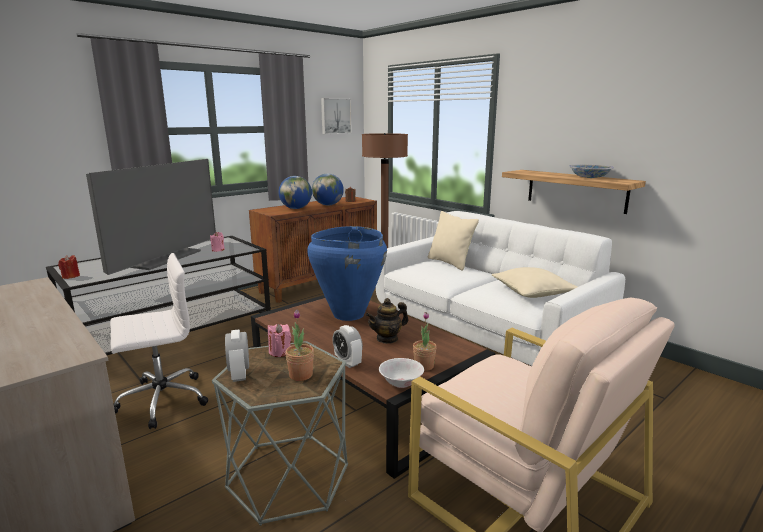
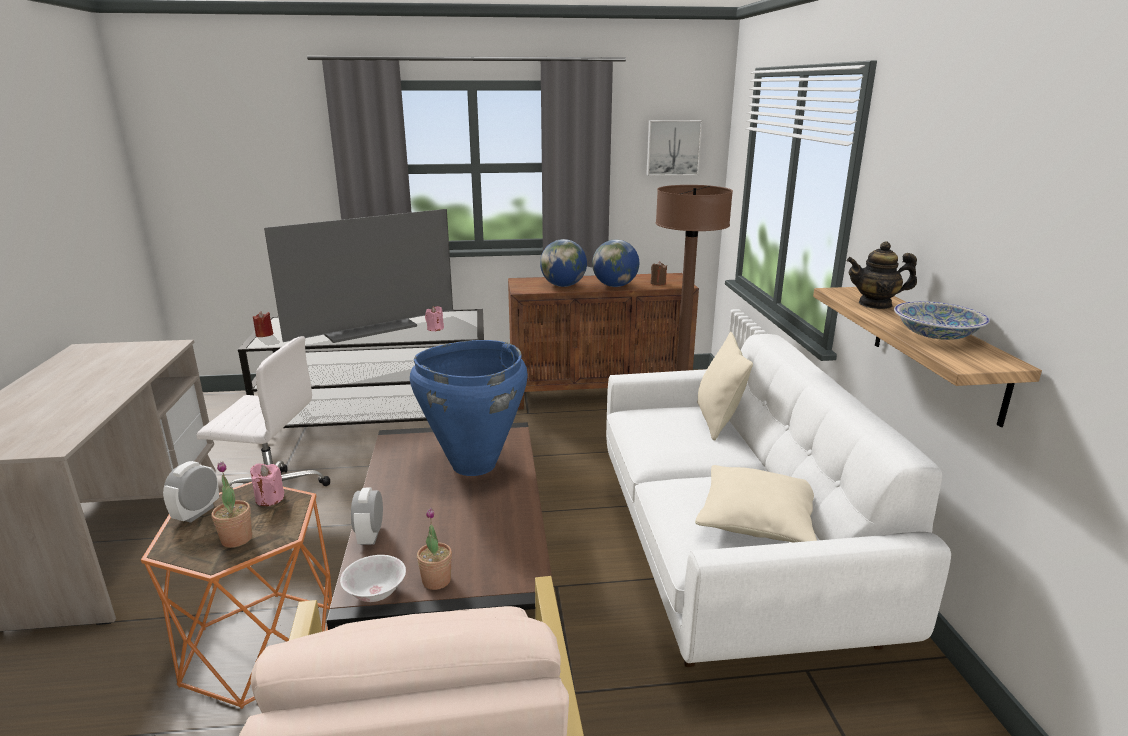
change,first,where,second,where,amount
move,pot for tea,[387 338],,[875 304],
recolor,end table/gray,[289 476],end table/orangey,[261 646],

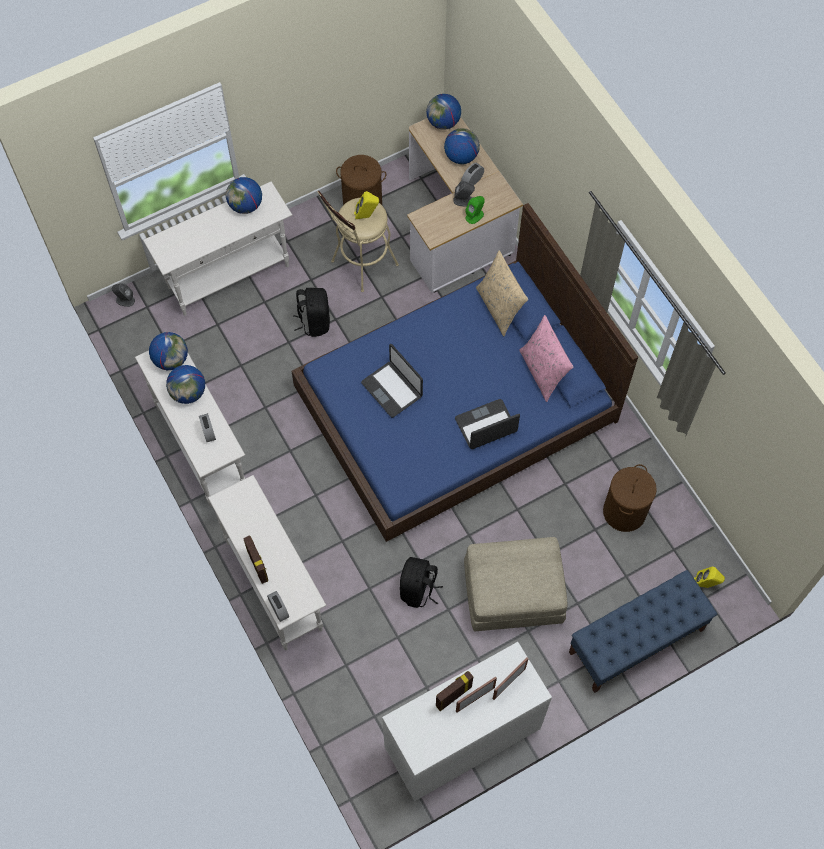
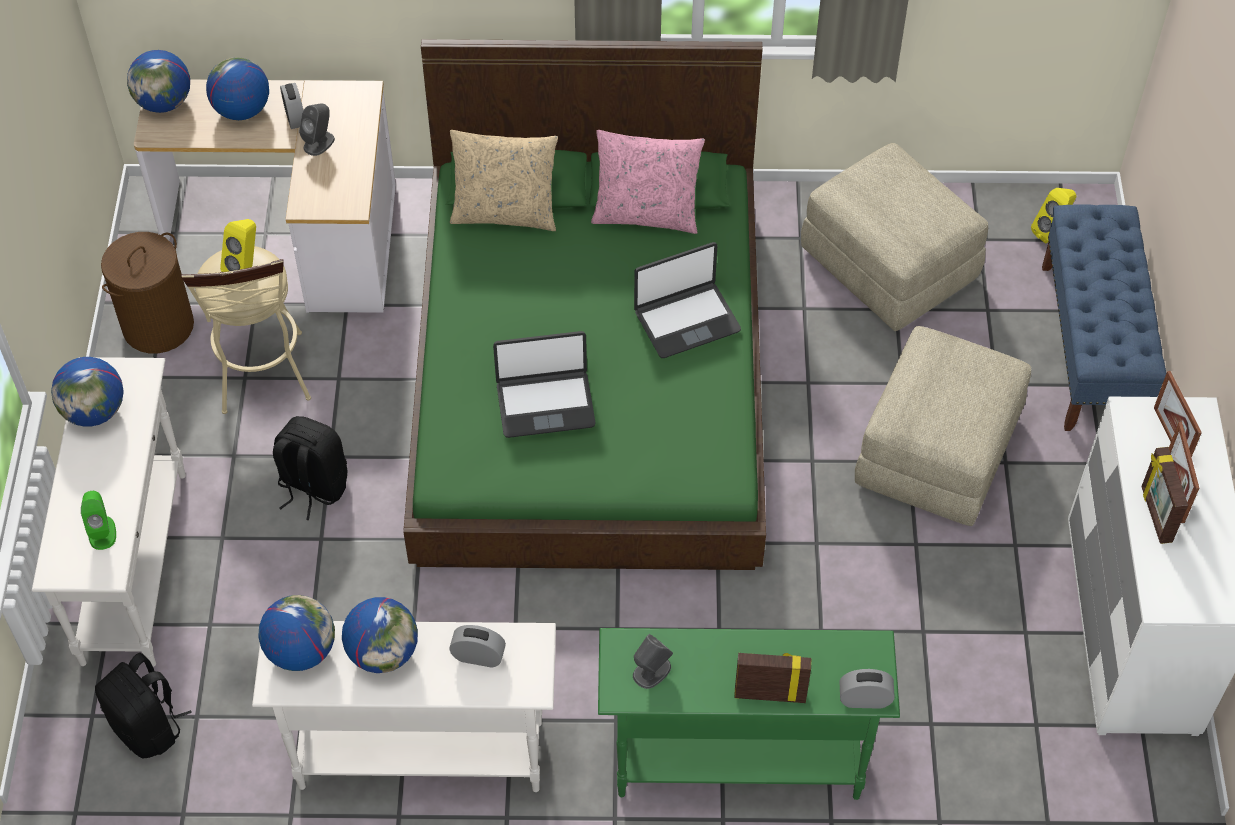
change,first,where,second,where,amount
move,speaker/gray,[125 300],,[651 671],
move,backpack/black-coloured,[418 590],,[148 728],
move,speaker/greenish,[474 216],,[102 532],
replace,washing basket/brown-coloured,[624 512],pouffe/sand-coloured,[890 264],
recolor,console table/white,[274 585],console table/greenish,[737 761],
recolor,bed/bluish,[456 405],bed/greenish,[590 374],
rotate,laptop,[486 425],,[686 320],120 degrees counterclockwise

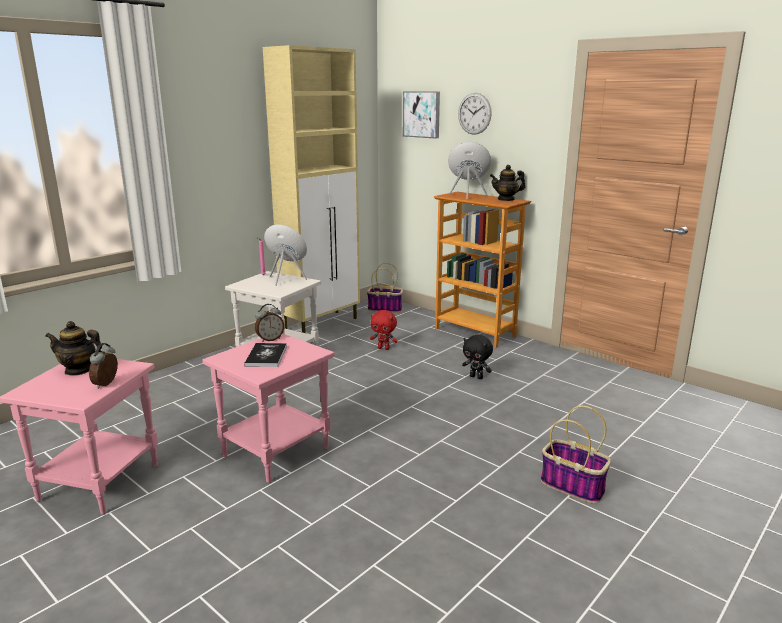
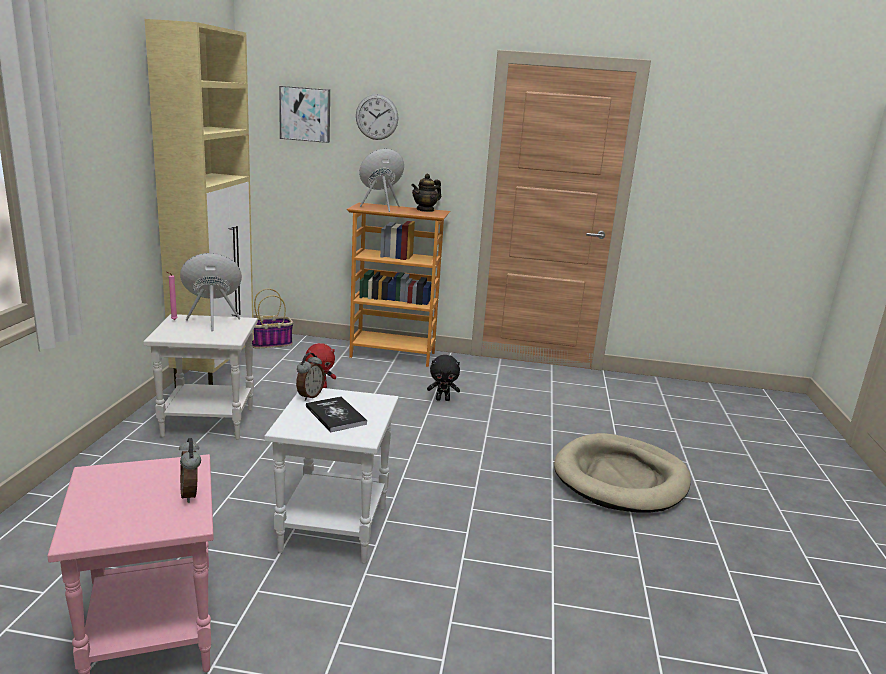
change,first,where,second,where,amount
delete,pot for tea,[79 370],,,
replace,household basket,[573 486],dog cushion/sand-coloured,[621 478],
recolor,end table/pink,[276 451],end table/white,[332 527],

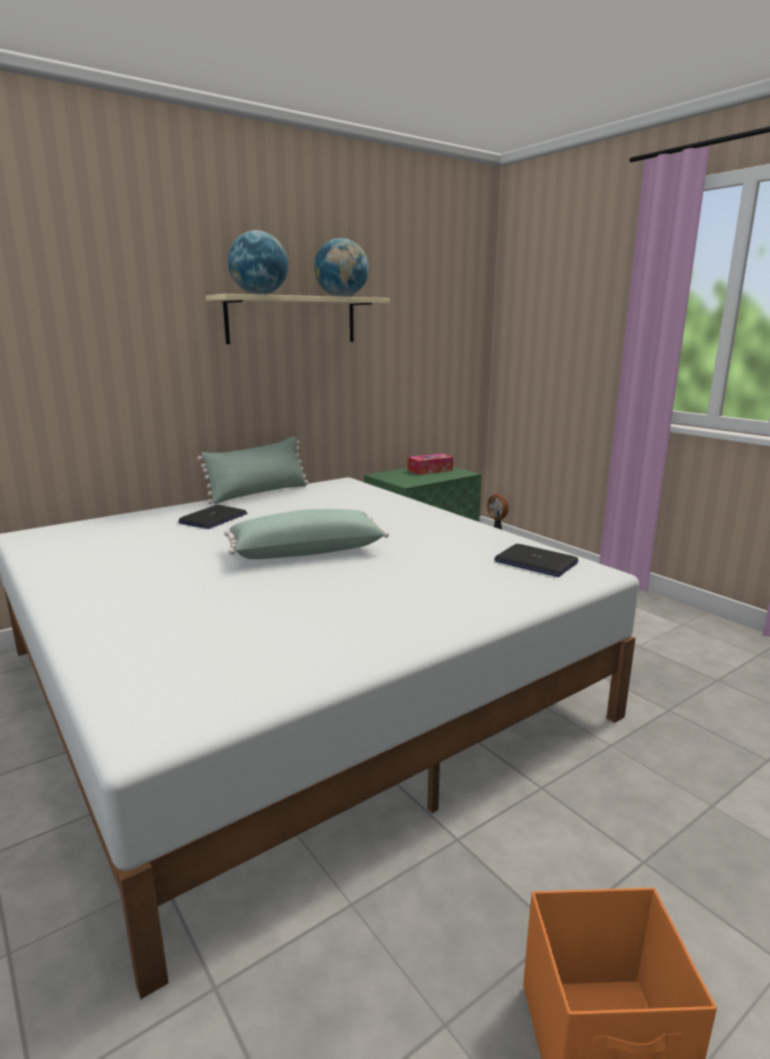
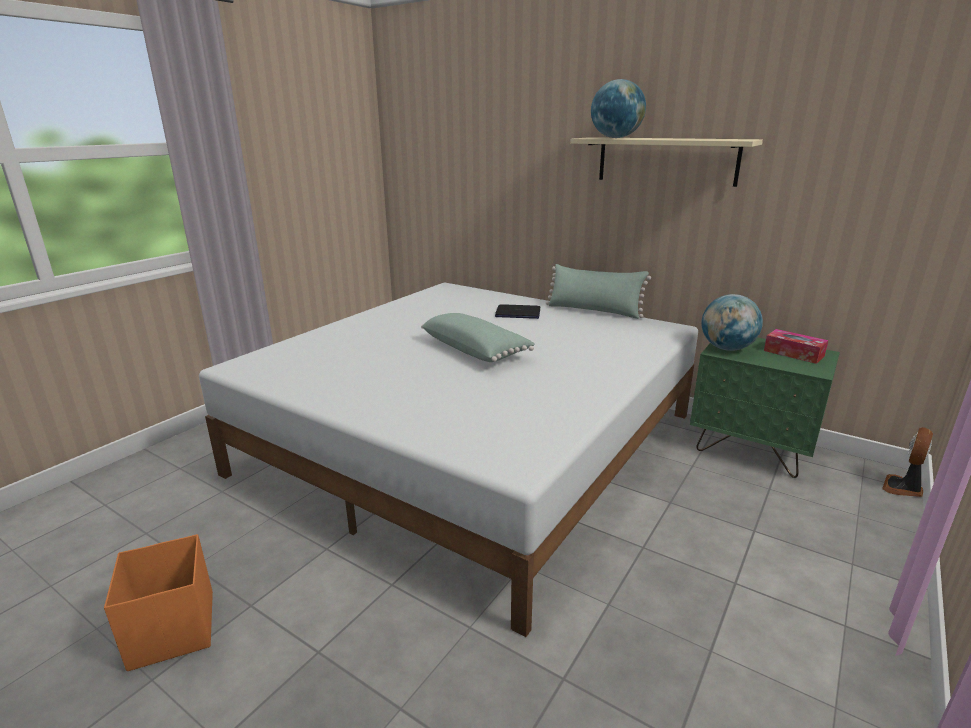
change,first,where,second,where,amount
delete,laptop,[535 562],,,
move,world globe,[341 297],,[726 348],

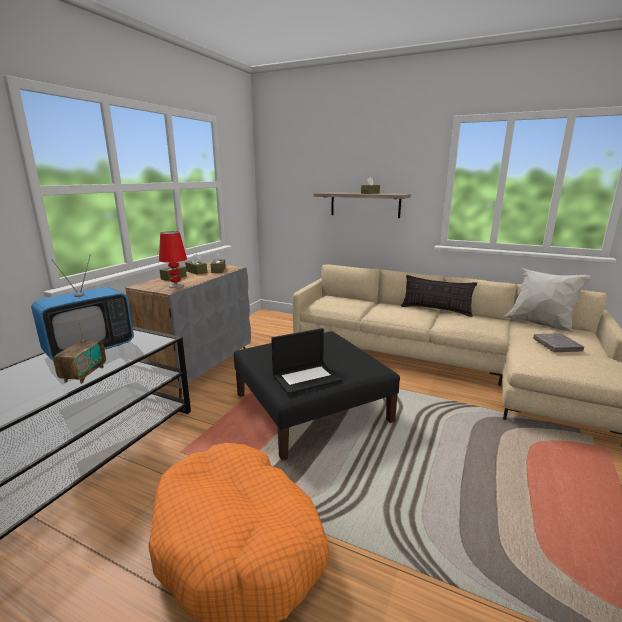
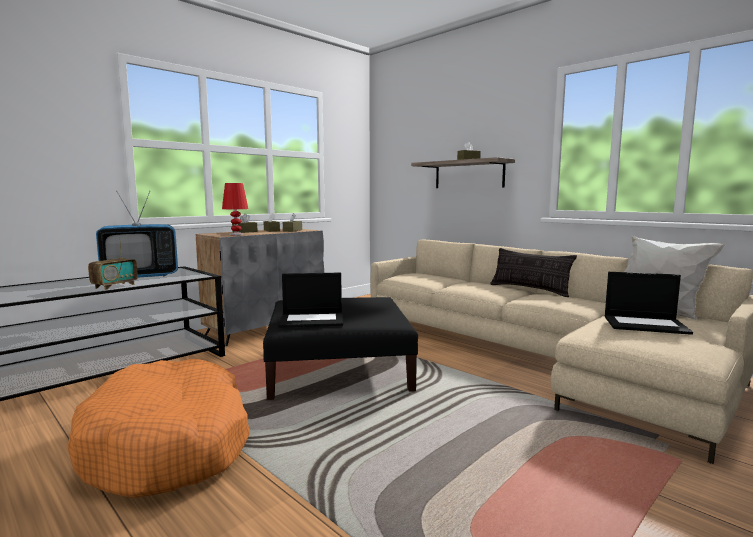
change,first,where,second,where,amount
replace,book/gray,[557 345],laptop,[646 324],

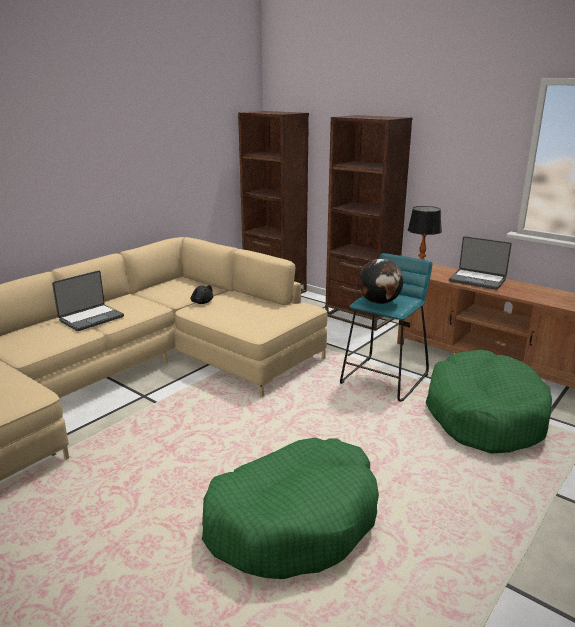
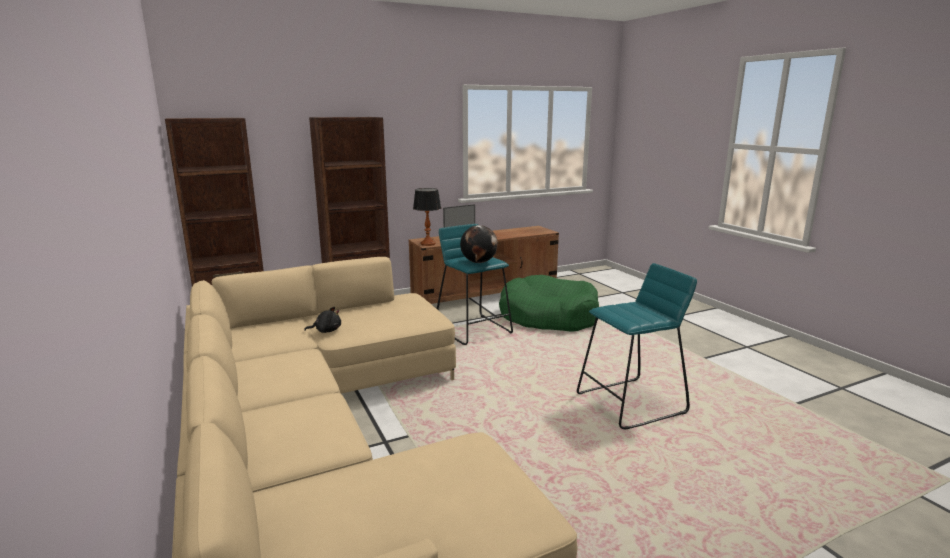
change,first,where,second,where,amount
delete,laptop,[91 318],,,
replace,dog cushion/greenish,[293 521],stool seat/turquoise,[631 403],

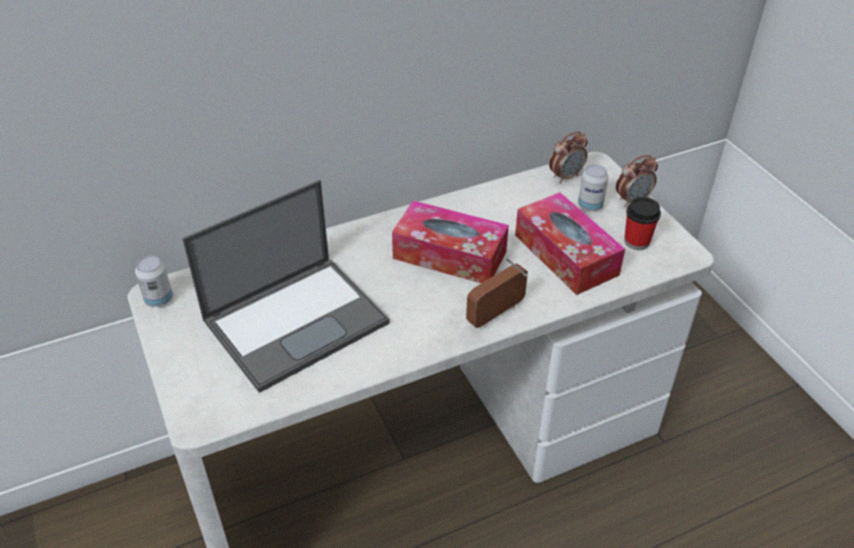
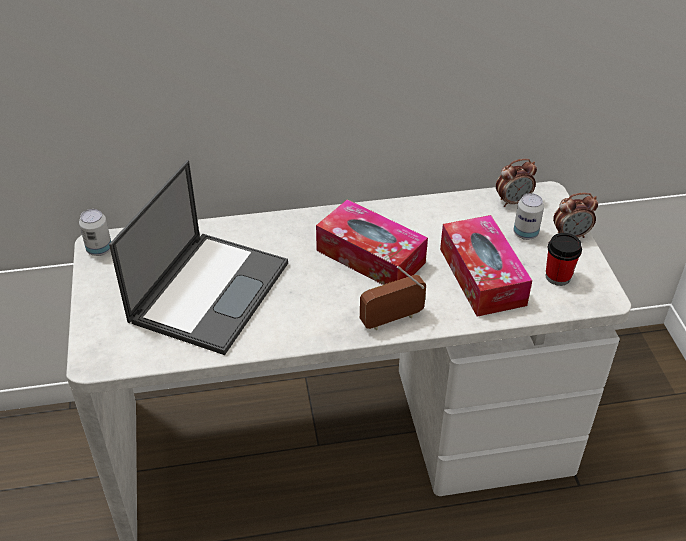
change,first,where,second,where,amount
rotate,laptop,[297 320],,[210 290],45 degrees counterclockwise

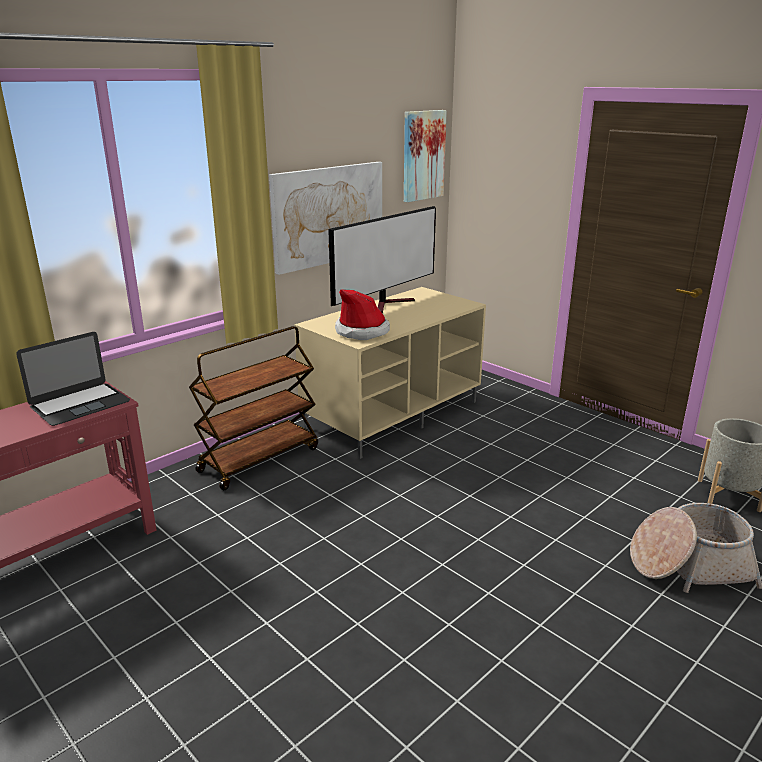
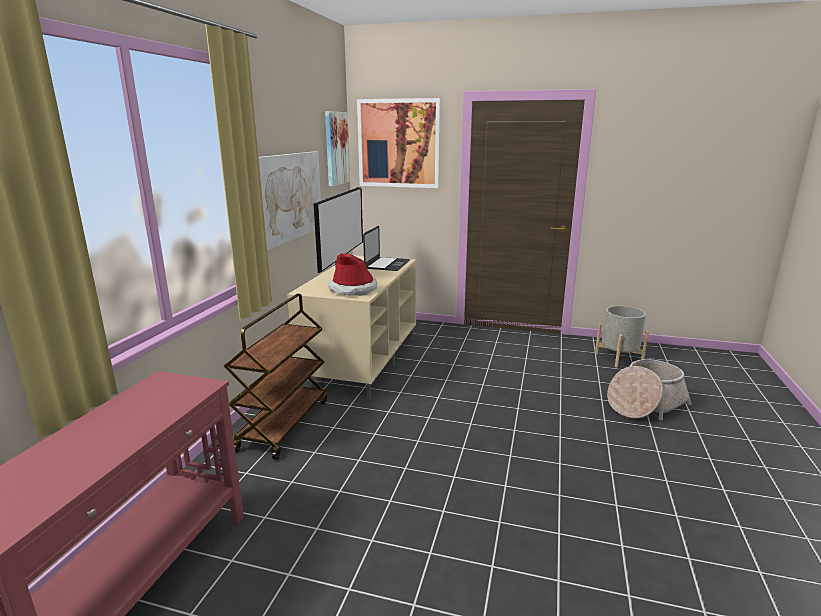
change,first,where,second,where,amount
insert,,,wall art,[399 143],
move,laptop,[80 404],,[387 264],

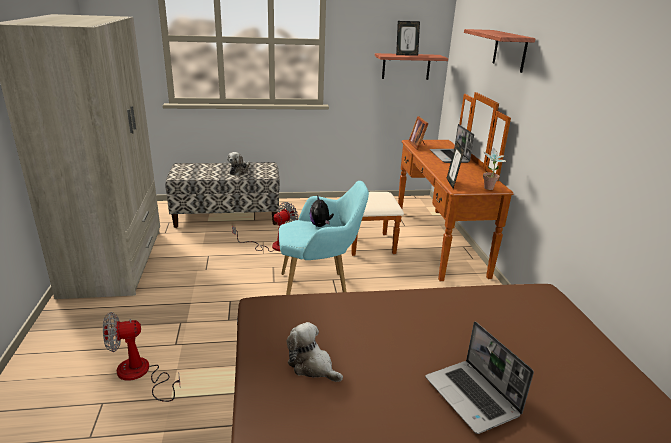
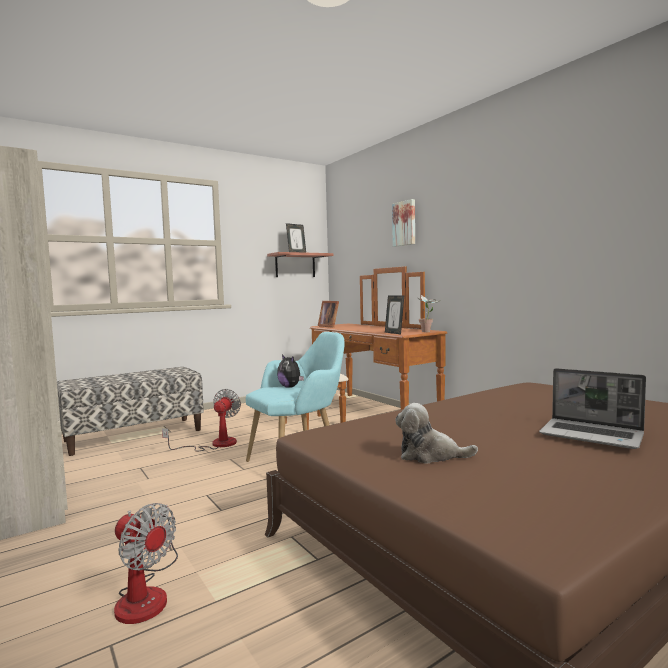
change,first,where,second,where,amount
delete,soft toy,[239 171],,,
delete,laptop,[449 157],,,
replace,wall shelf,[510 50],wall art,[405 223],
rotate,fan,[140 374],,[147 593],105 degrees counterclockwise

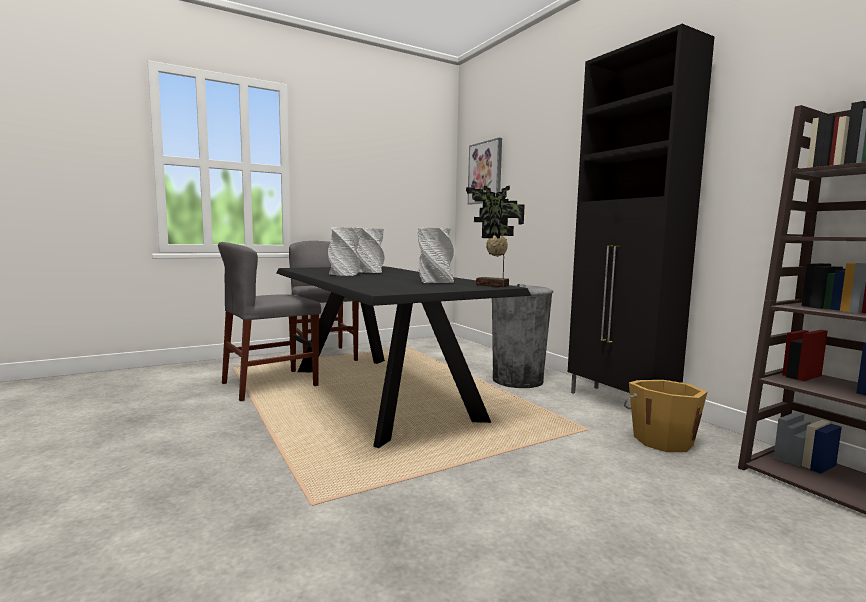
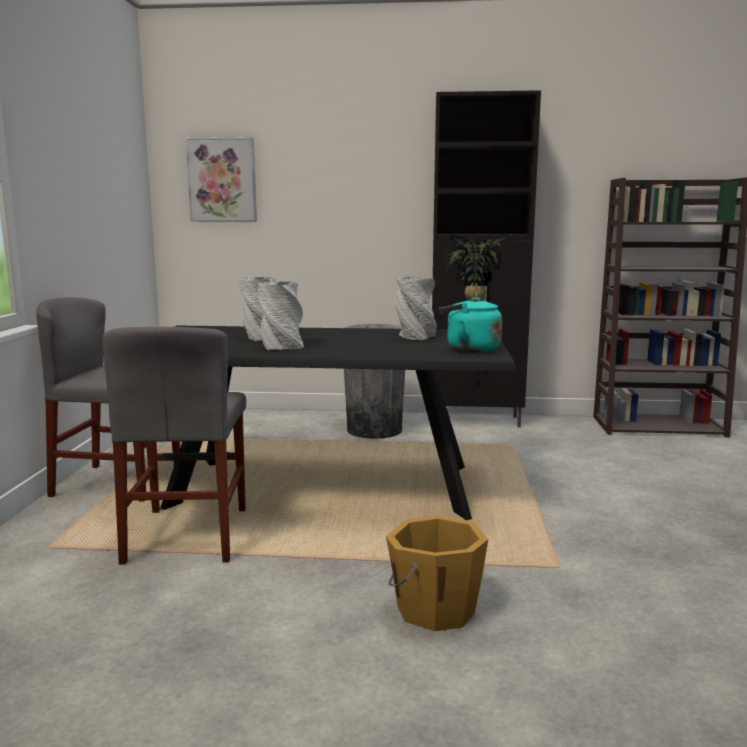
change,first,where,second,where,amount
insert,,,water kettle/turquoise,[469 349],
move,pail/orangey,[662 440],,[434 608],

